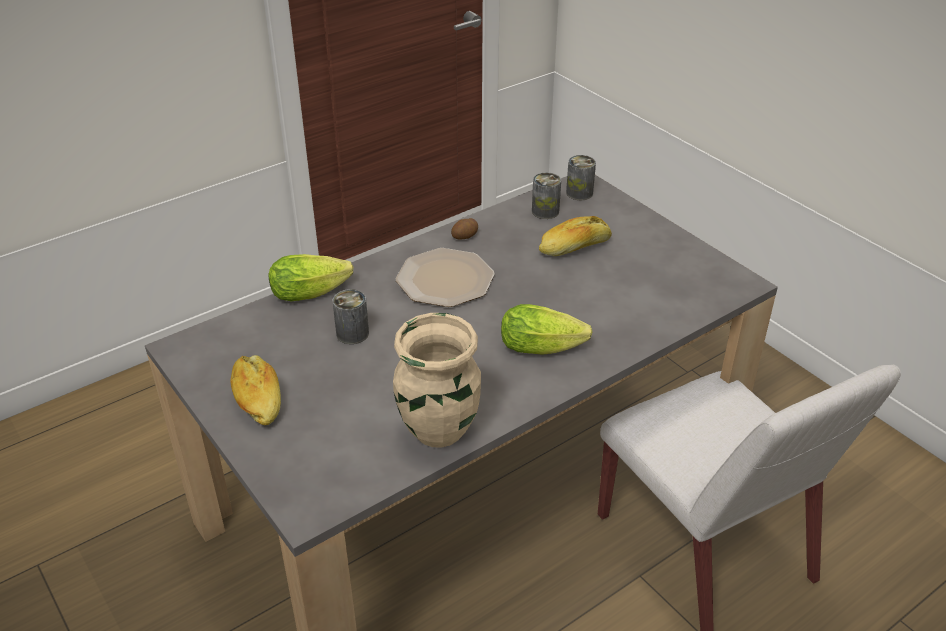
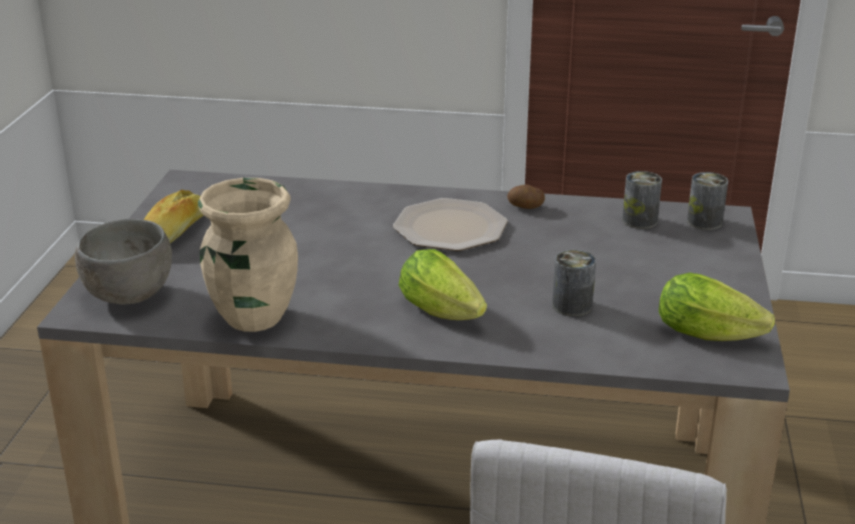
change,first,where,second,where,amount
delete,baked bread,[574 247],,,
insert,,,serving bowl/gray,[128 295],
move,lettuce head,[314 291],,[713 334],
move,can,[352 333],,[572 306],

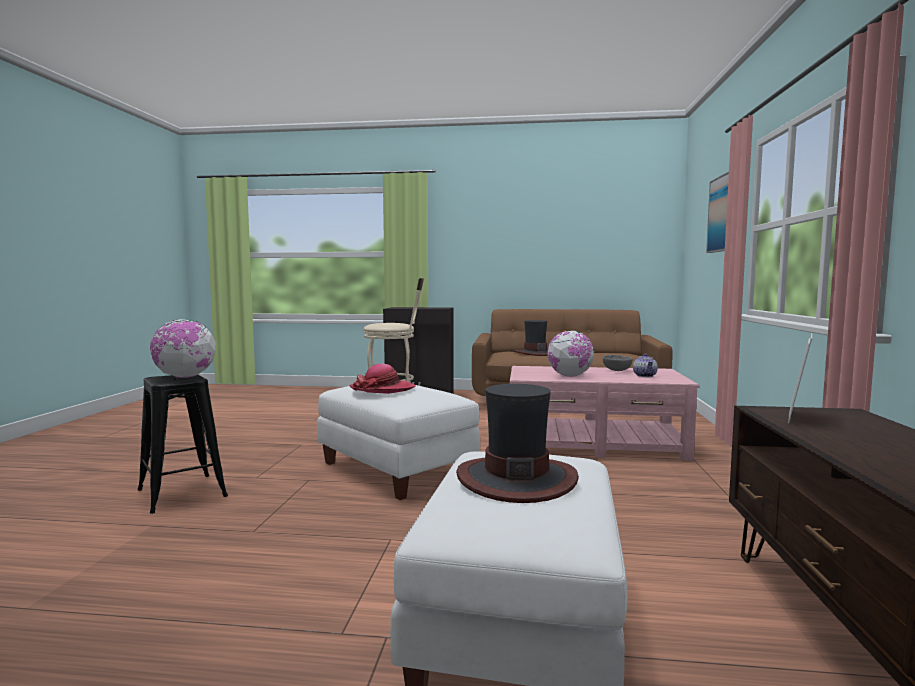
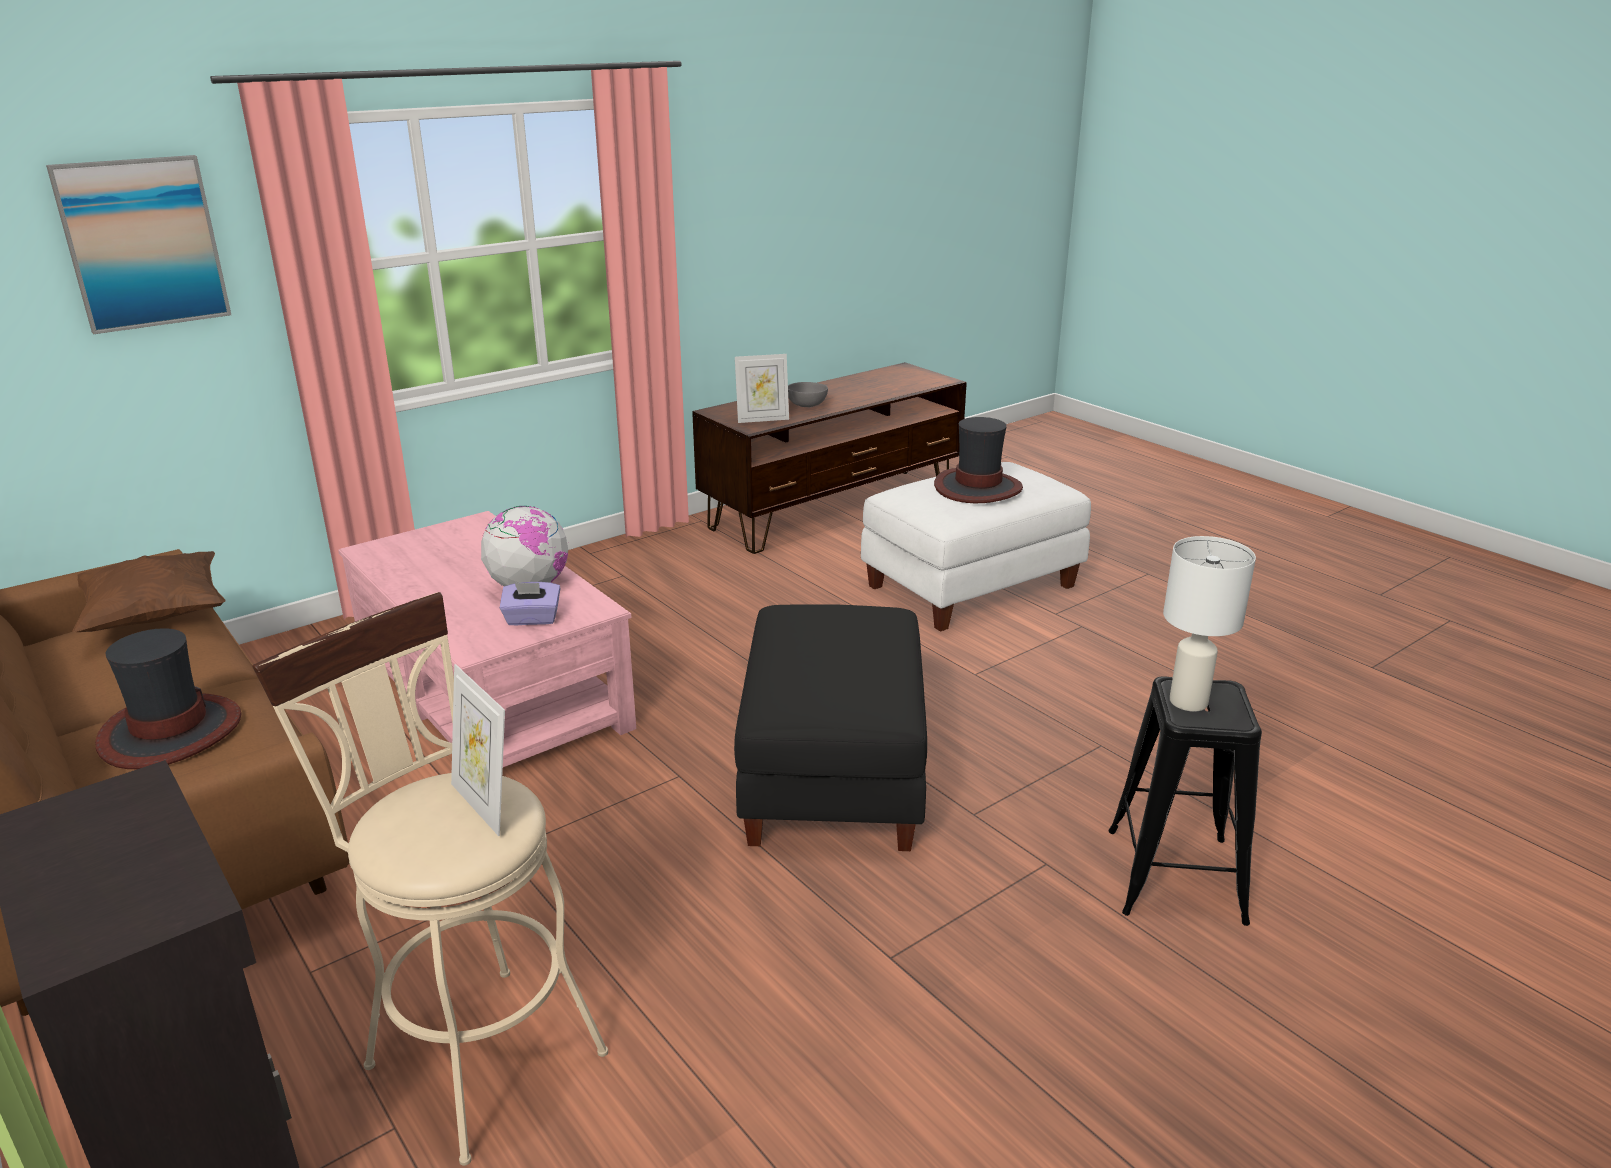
change,first,where,second,where,amount
delete,hat,[382 389],,,
delete,pot for tea,[645 375],,,
insert,,,throw pillow/brown-coloured,[155 617],
insert,,,photo frame,[485 805],
insert,,,tissue holder/purple-coloured,[532 619],
move,serving bowl/gray,[617 370],,[805 406],
replace,world globe,[185 377],table lamp/white,[1189 701],
recolor,pouffe/white,[397 469],pouffe/black-coloured,[831 774],

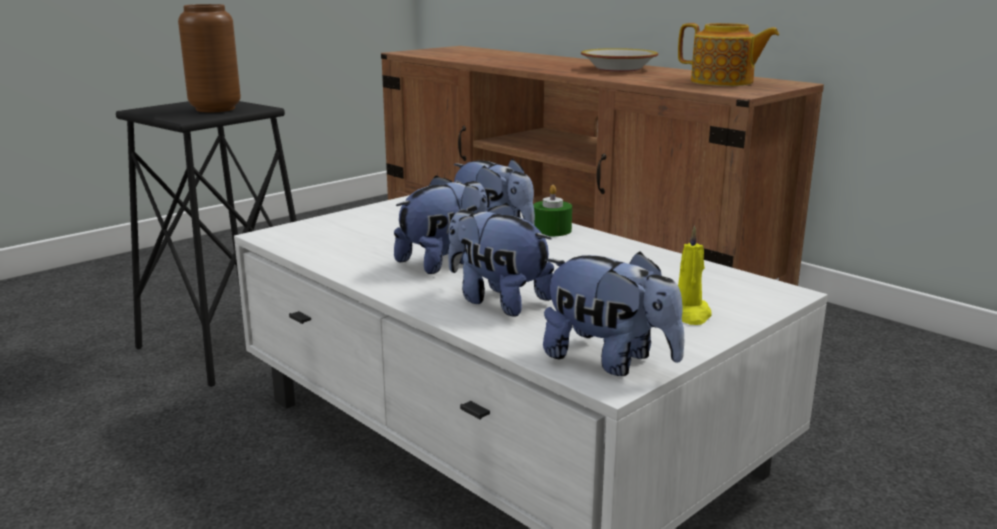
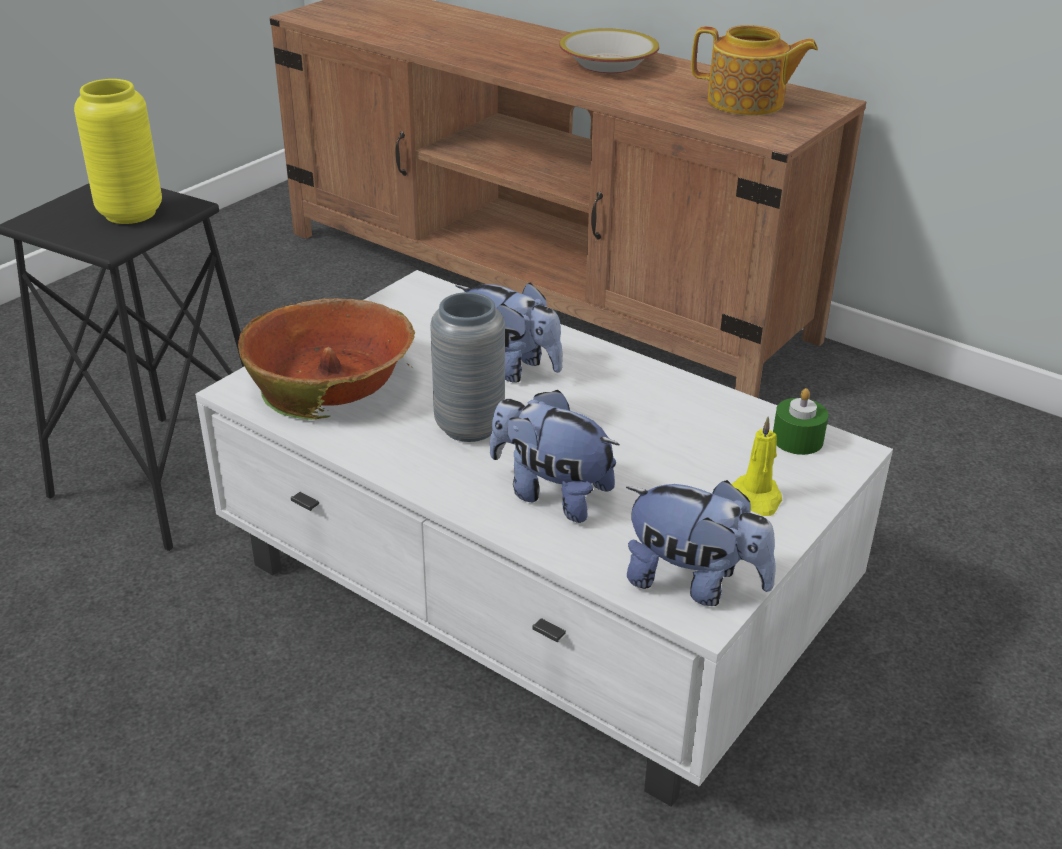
change,first,where,second,where,amount
insert,,,serving bowl,[331 382],
move,wax light/greenish,[552 230],,[797 439],
replace,soft toy,[444 262],vase/gray,[469 427],
recolor,vase/brown-coloured,[215 109],vase/yellowish,[130 213],

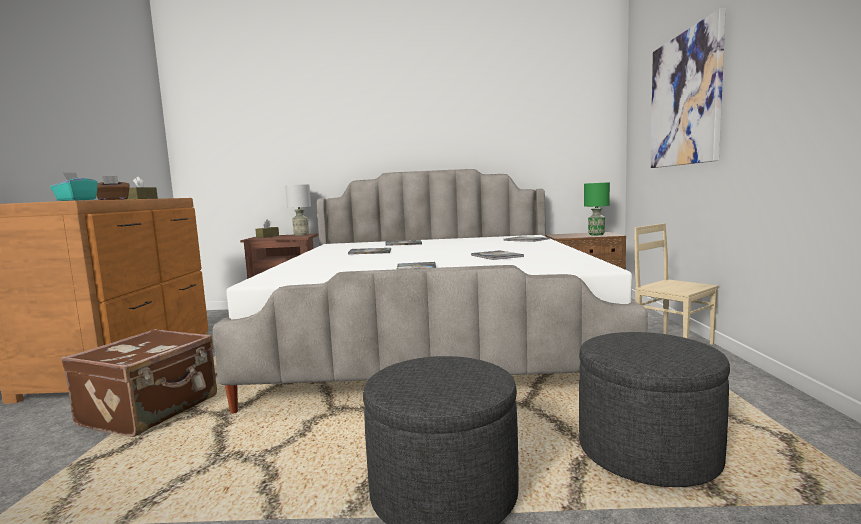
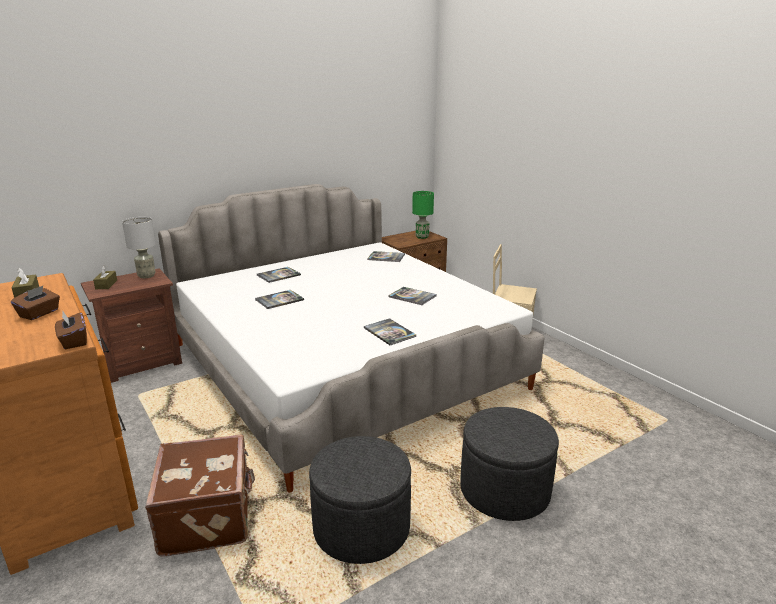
change,first,where,second,where,amount
delete,wall art,[685 100],,,
move,pouffe/gray,[647 452],,[361 528],
recolor,tissue holder/turquoise,[76 200],tissue holder/brown-coloured,[74 341],

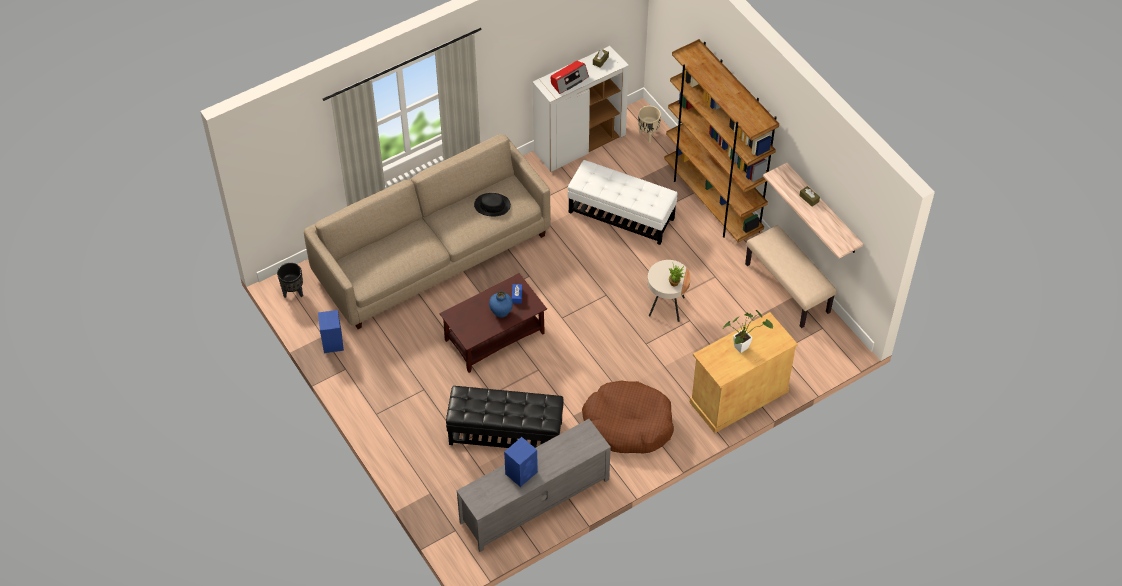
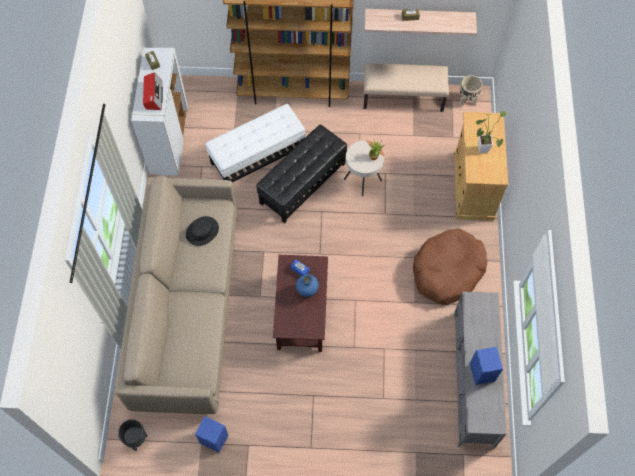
change,first,where,second,where,amount
move,pouffe/black-coloured,[505 433],,[303 183],
move,plant pot/sand-coloured,[648 135],,[467 101],

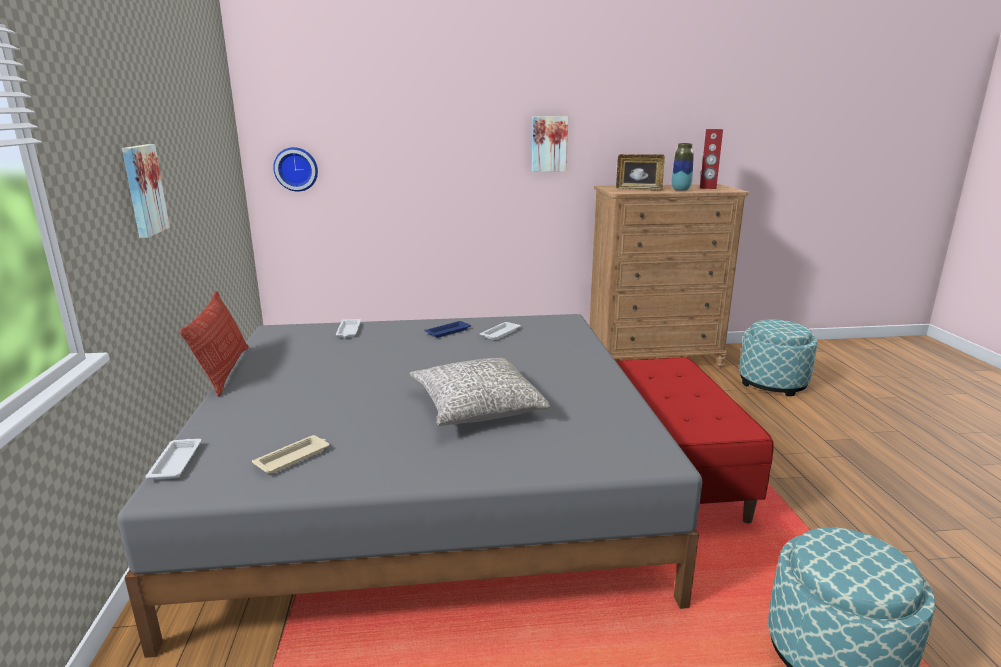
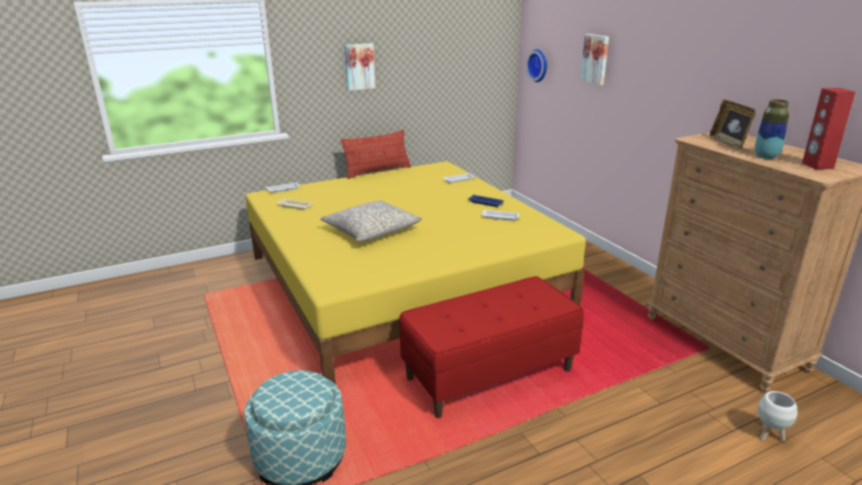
change,first,where,second,where,amount
move,wall art,[549 144],,[595 59],
replace,pouffe,[772 382],plant pot/white,[769 436],
recolor,bed/gray,[428 488],bed/yellowish,[402 283],

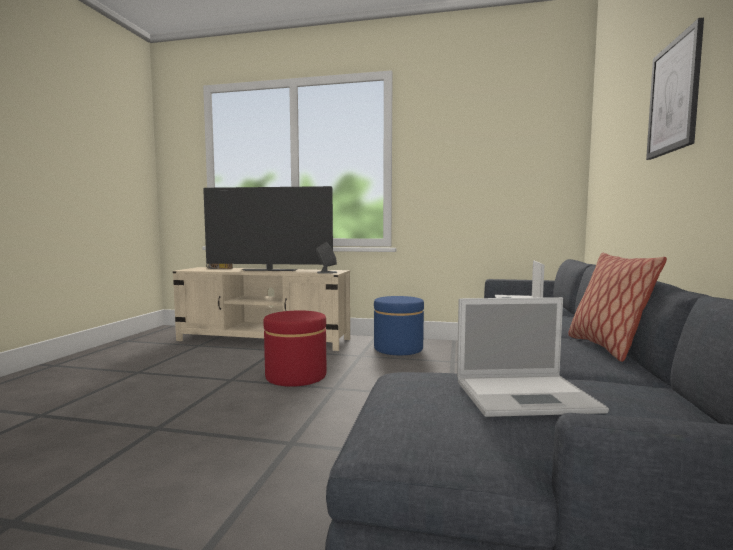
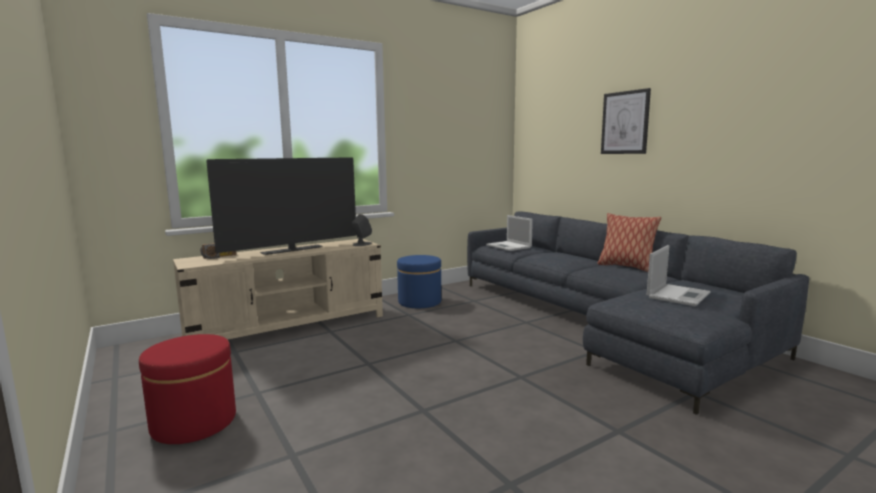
change,first,where,second,where,amount
move,pouffe/red,[296 376],,[194 422],

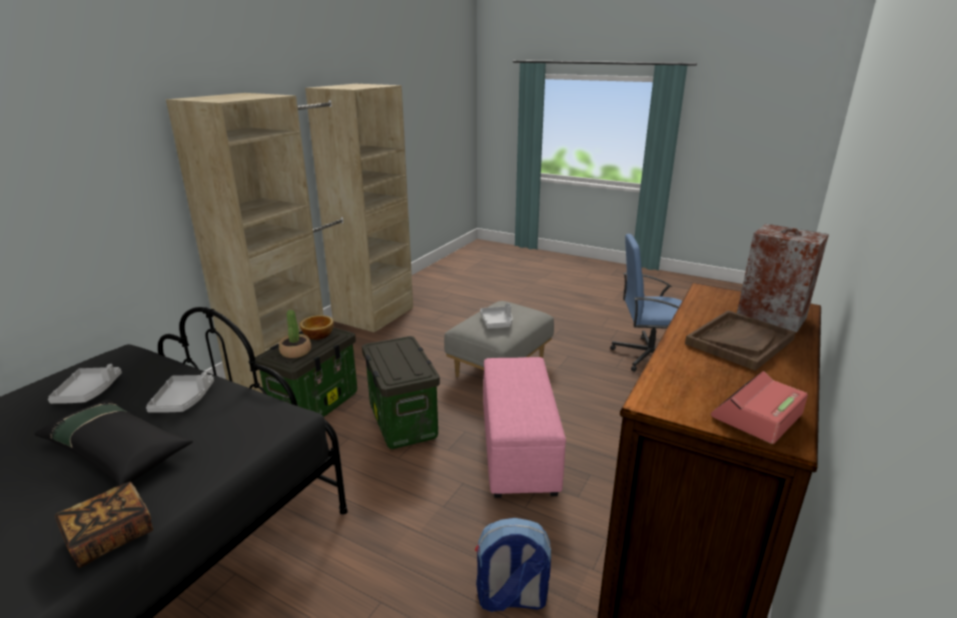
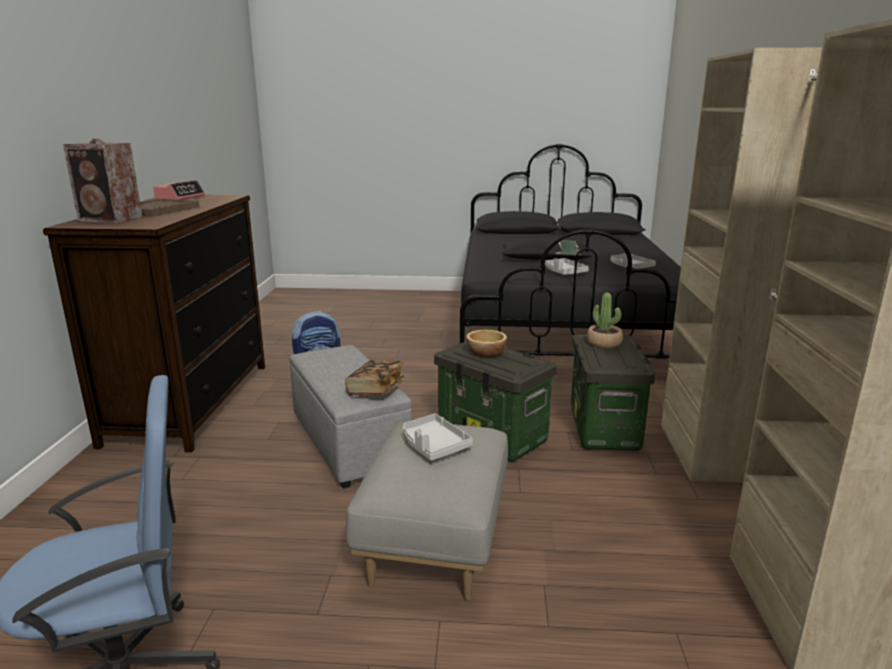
change,first,where,second,where,amount
move,book,[110 536],,[376 390],
move,serving bowl,[318 334],,[487 353],
recolor,pouffe/pink,[518 448],pouffe/gray,[349 443],

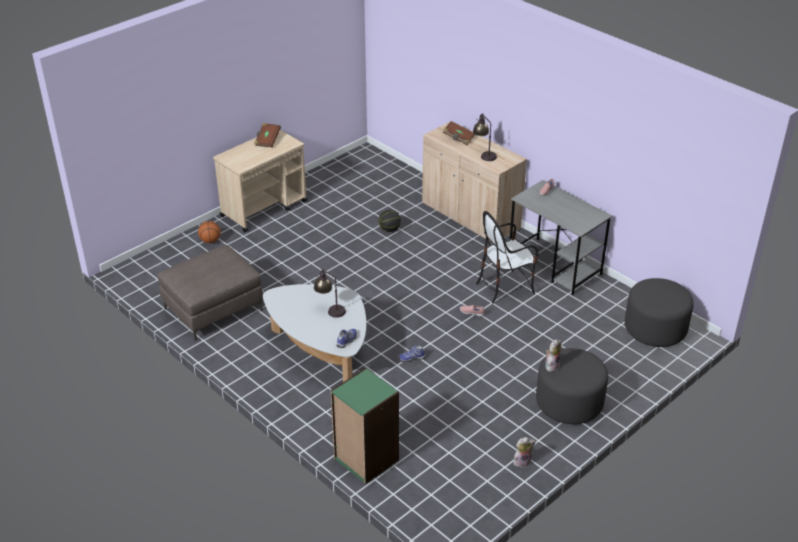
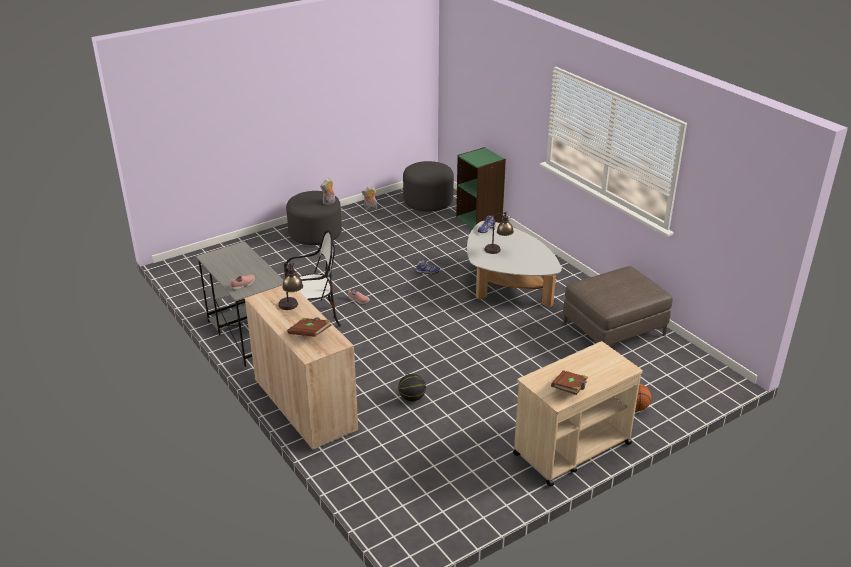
change,first,where,second,where,amount
move,pouffe/gray,[655 329],,[428 201],

